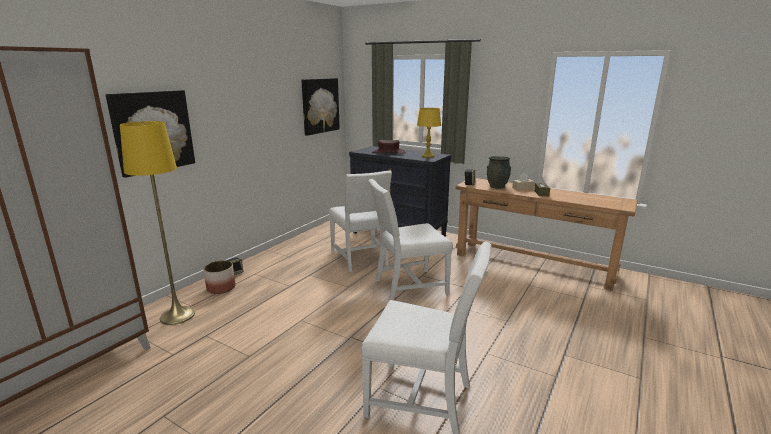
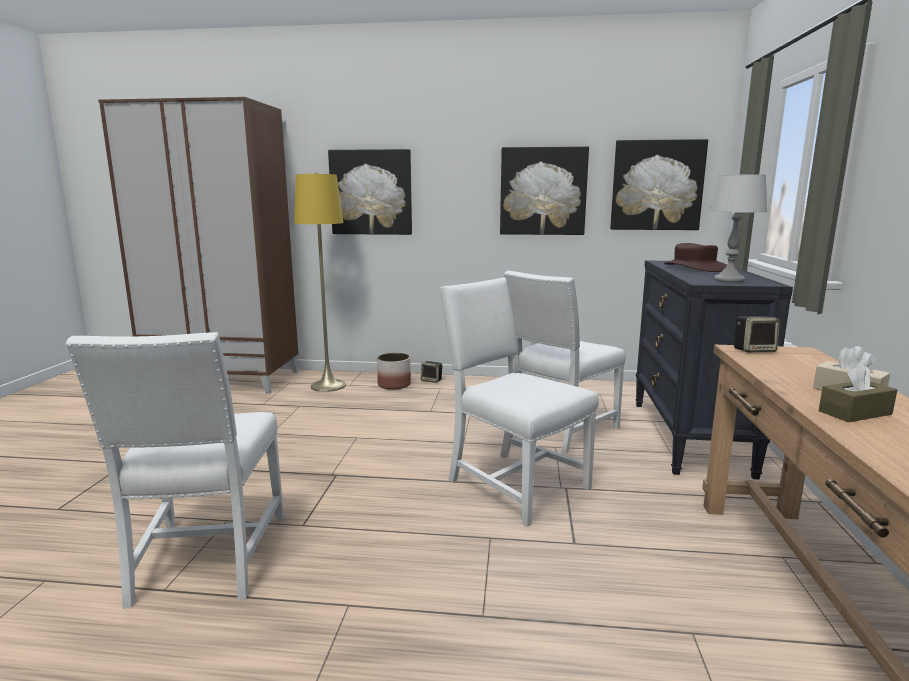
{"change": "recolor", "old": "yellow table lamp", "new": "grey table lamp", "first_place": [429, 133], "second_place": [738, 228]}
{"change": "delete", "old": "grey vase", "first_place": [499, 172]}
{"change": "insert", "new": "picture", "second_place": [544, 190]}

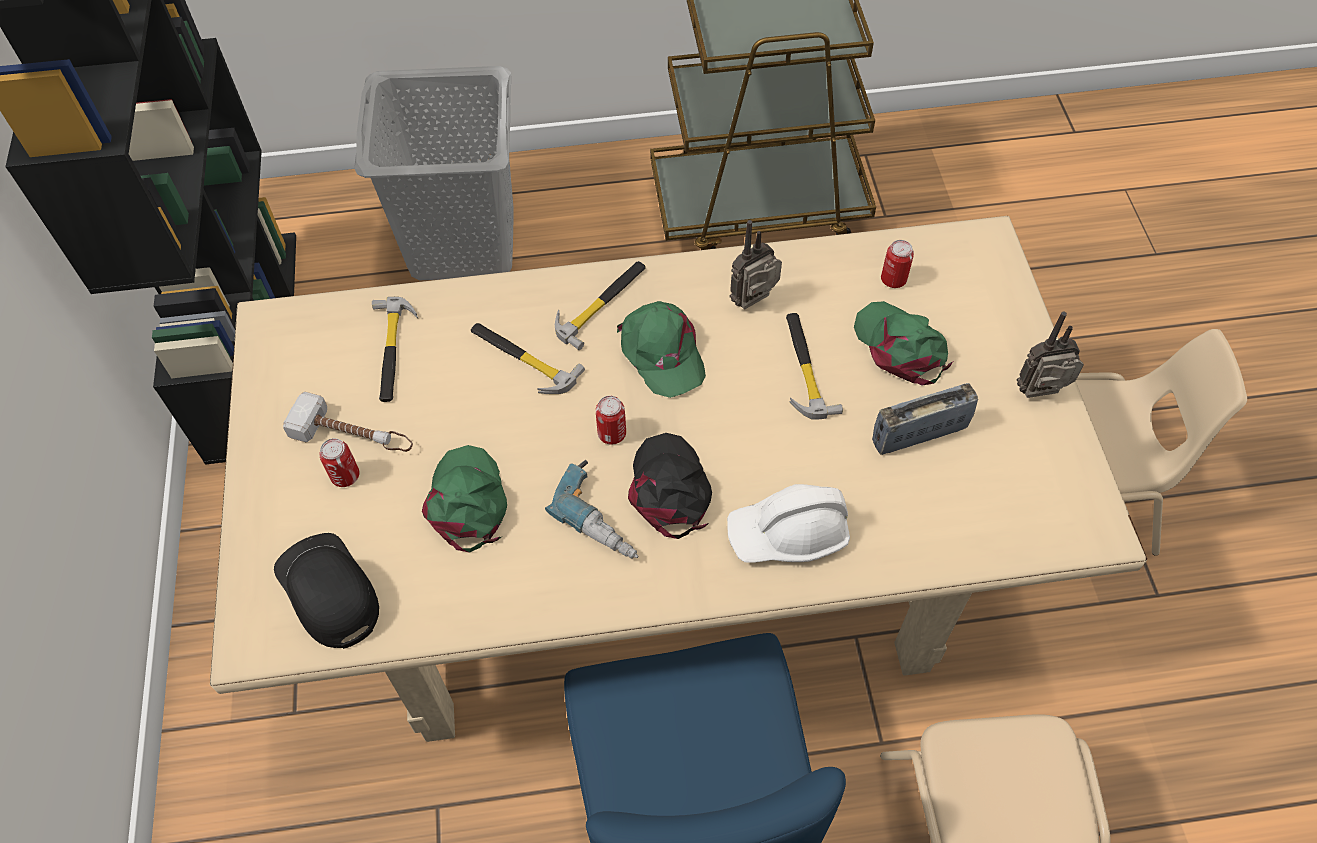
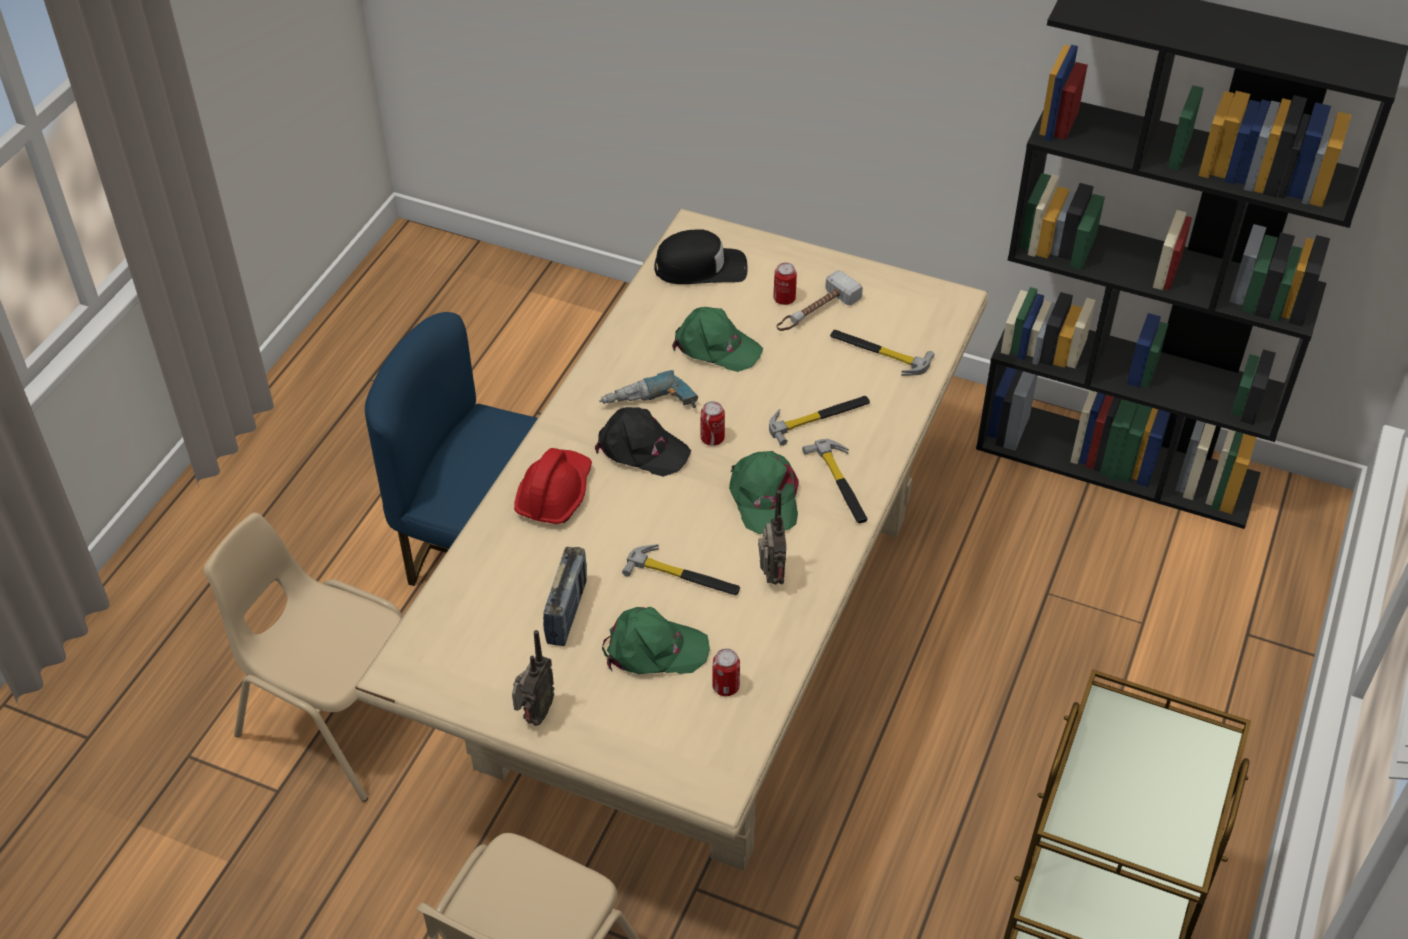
{"change": "delete", "old": "grey laundry basket", "first_place": [434, 173]}
{"change": "rotate", "old": "green cap", "first_place": [661, 349], "second_place": [763, 492], "degrees": -105}
{"change": "recolor", "old": "white hard hat", "new": "red hard hat", "first_place": [788, 523], "second_place": [553, 486]}

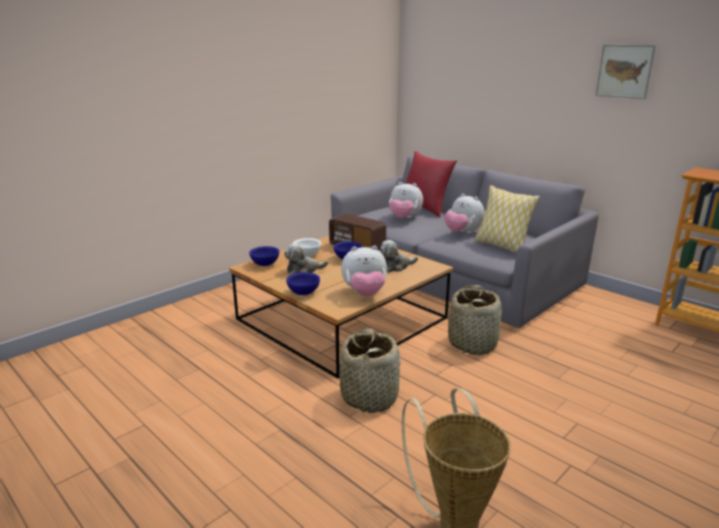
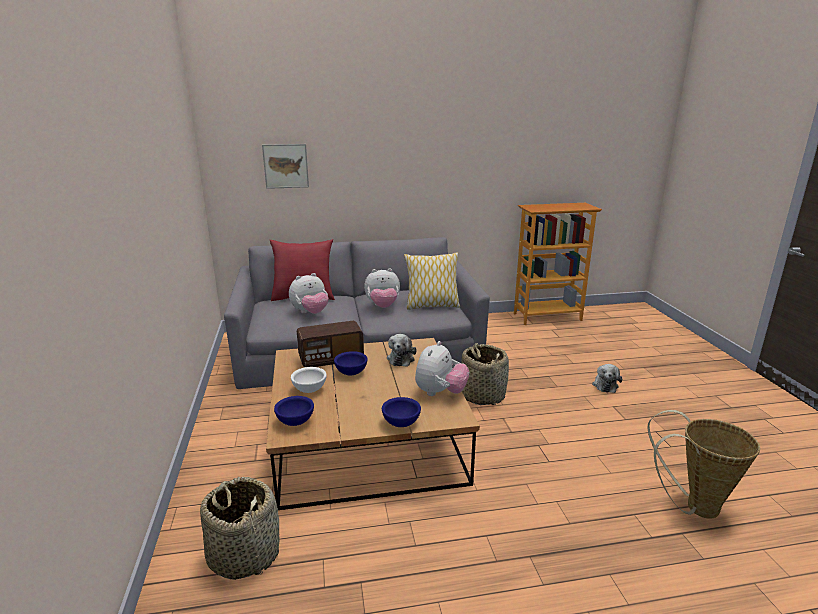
{"change": "move", "old": "picture", "first_place": [625, 72], "second_place": [285, 166]}
{"change": "move", "old": "plush toy", "first_place": [306, 259], "second_place": [607, 378]}
{"change": "move", "old": "basket", "first_place": [369, 371], "second_place": [239, 528]}

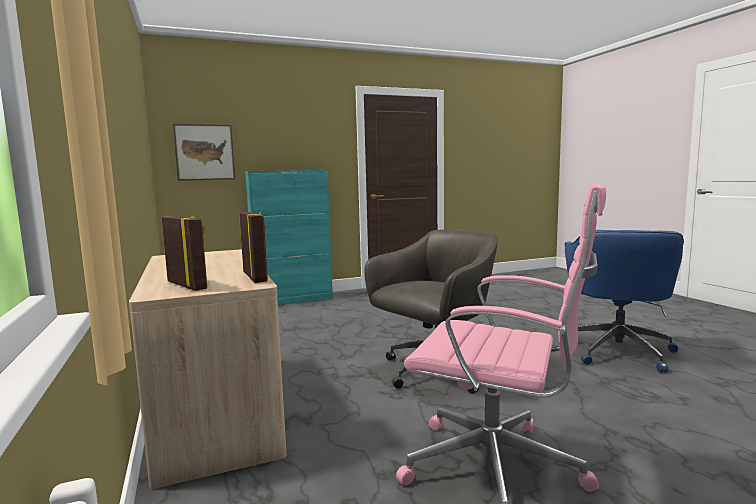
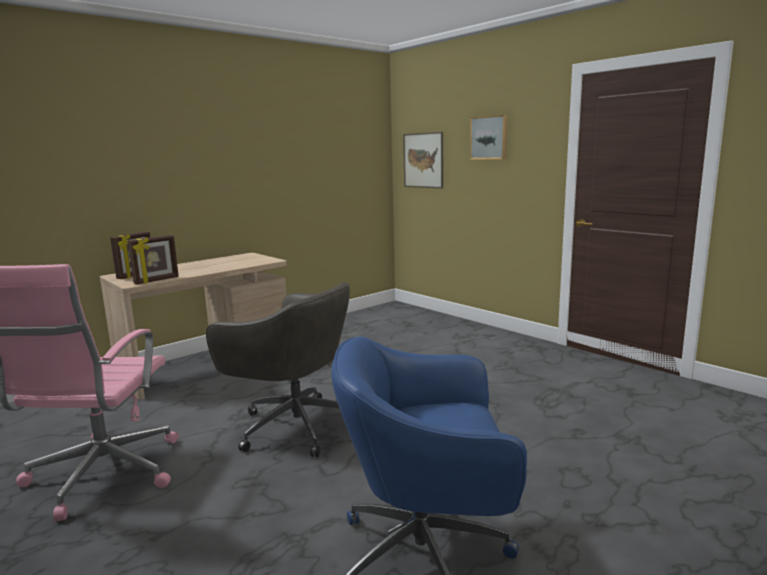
{"change": "delete", "old": "turquoise cabinet", "first_place": [289, 237]}
{"change": "insert", "new": "picture", "second_place": [489, 137]}

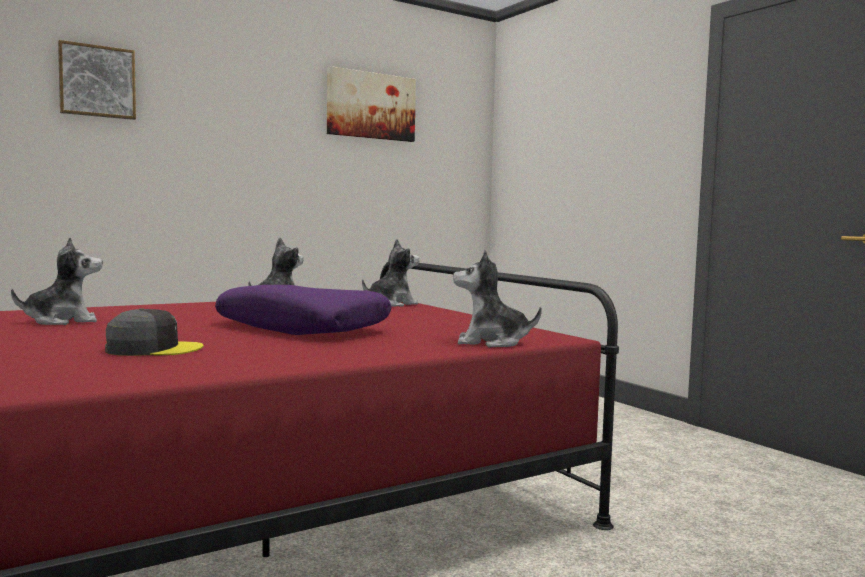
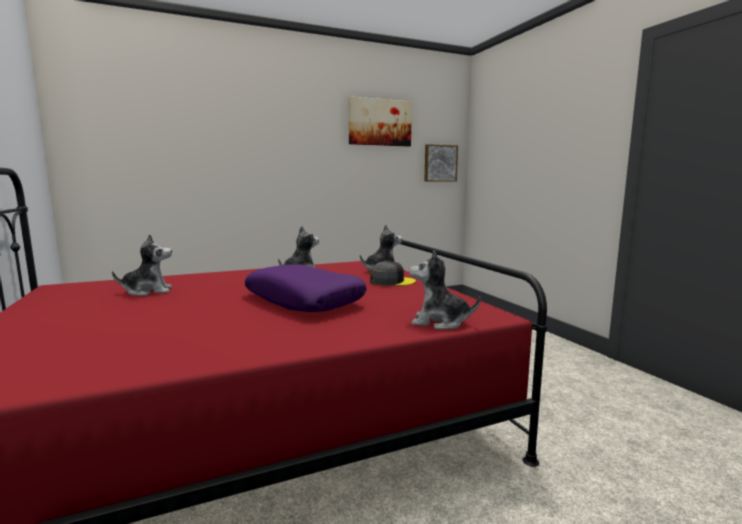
{"change": "move", "old": "picture", "first_place": [97, 80], "second_place": [441, 163]}
{"change": "move", "old": "grey cap", "first_place": [154, 332], "second_place": [393, 273]}

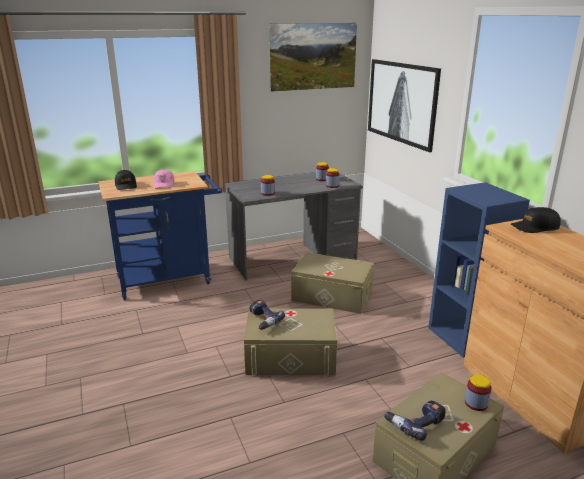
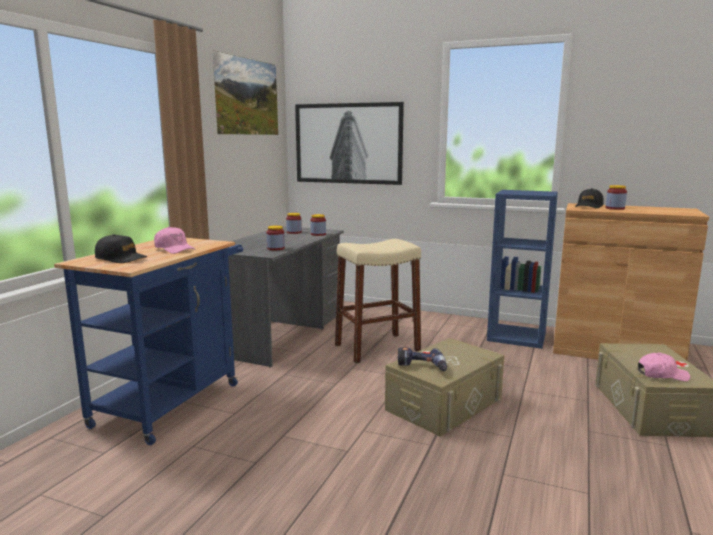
{"change": "replace", "old": "beige storage box", "new": "beige stool", "first_place": [332, 283], "second_place": [378, 301]}
{"change": "move", "old": "jar", "first_place": [478, 392], "second_place": [616, 197]}
{"change": "replace", "old": "power drill", "new": "pink cap", "first_place": [415, 421], "second_place": [664, 366]}

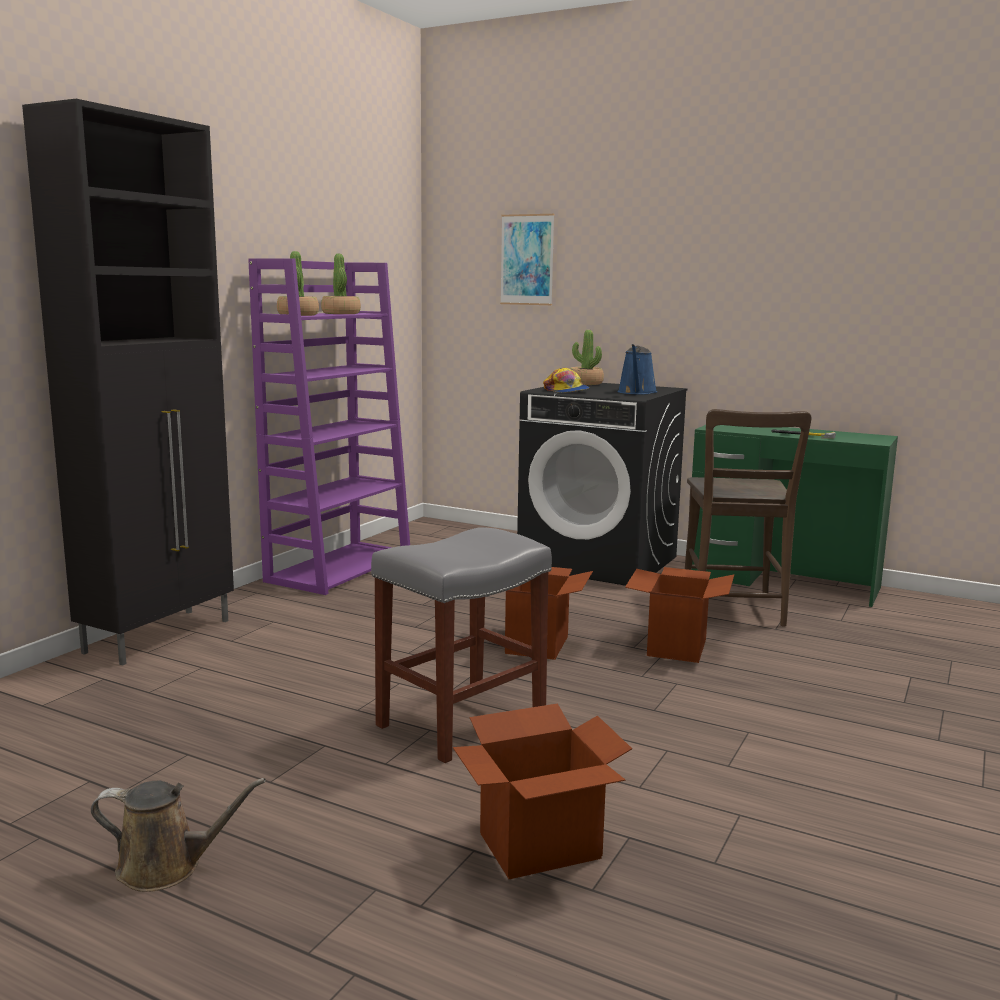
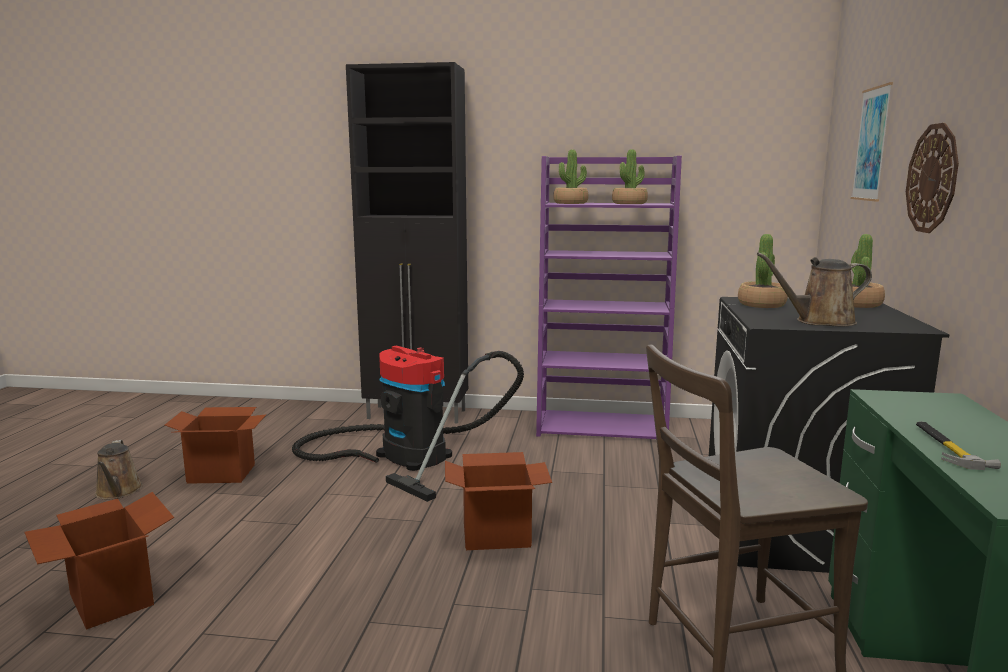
{"change": "recolor", "old": "blue watering can", "new": "brown watering can", "first_place": [637, 369], "second_place": [814, 289]}
{"change": "replace", "old": "cap", "new": "potted plant", "first_place": [566, 380], "second_place": [763, 271]}
{"change": "delete", "old": "grey stool", "first_place": [461, 645]}
{"change": "move", "old": "cardboard box", "first_place": [679, 615], "second_place": [215, 445]}
{"change": "insert", "new": "wall clock", "second_place": [932, 178]}
{"change": "insert", "new": "vacuum cleaner", "second_place": [408, 423]}

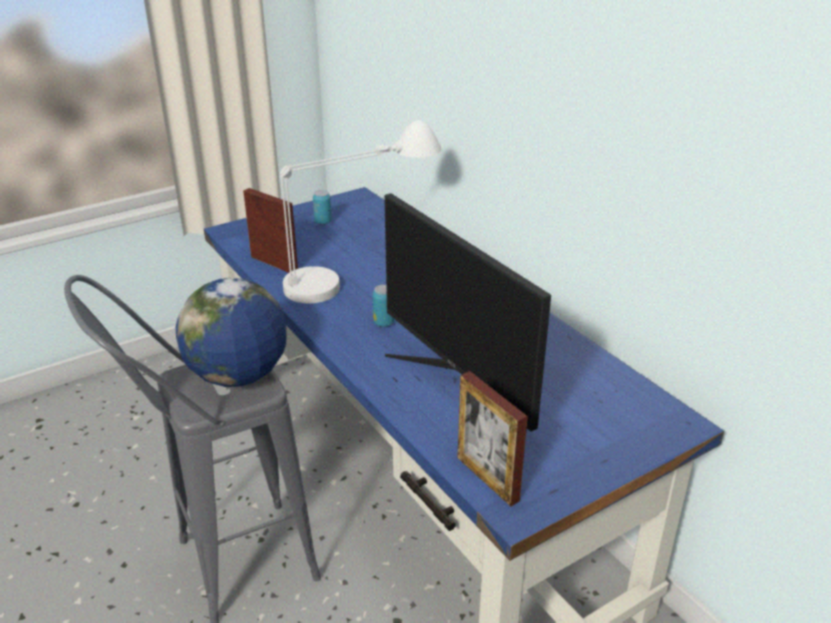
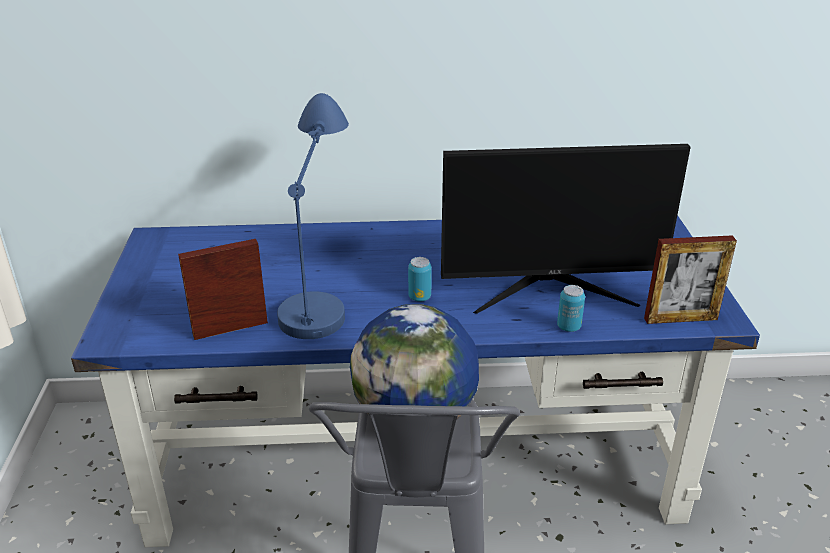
{"change": "recolor", "old": "white table lamp", "new": "blue table lamp", "first_place": [360, 211], "second_place": [313, 216]}
{"change": "move", "old": "can", "first_place": [322, 207], "second_place": [571, 308]}

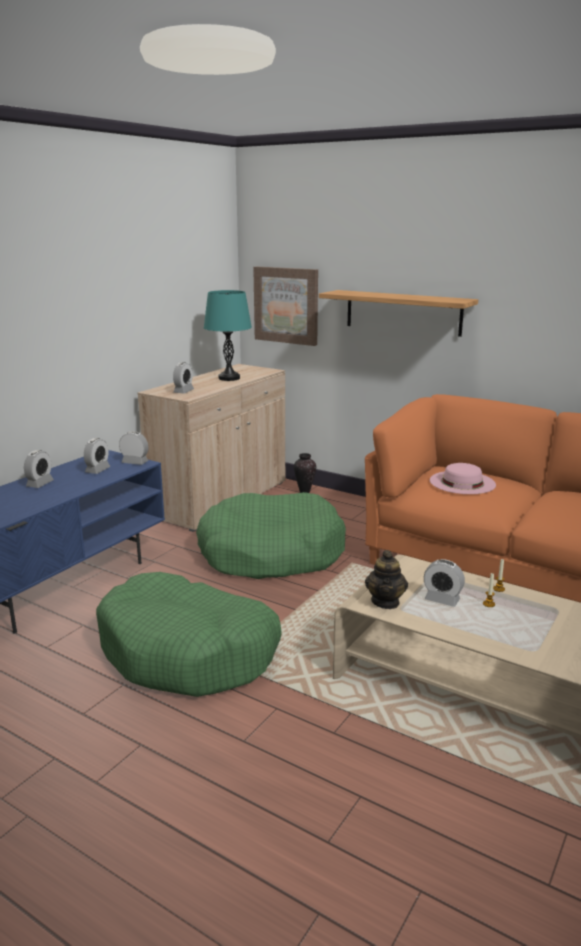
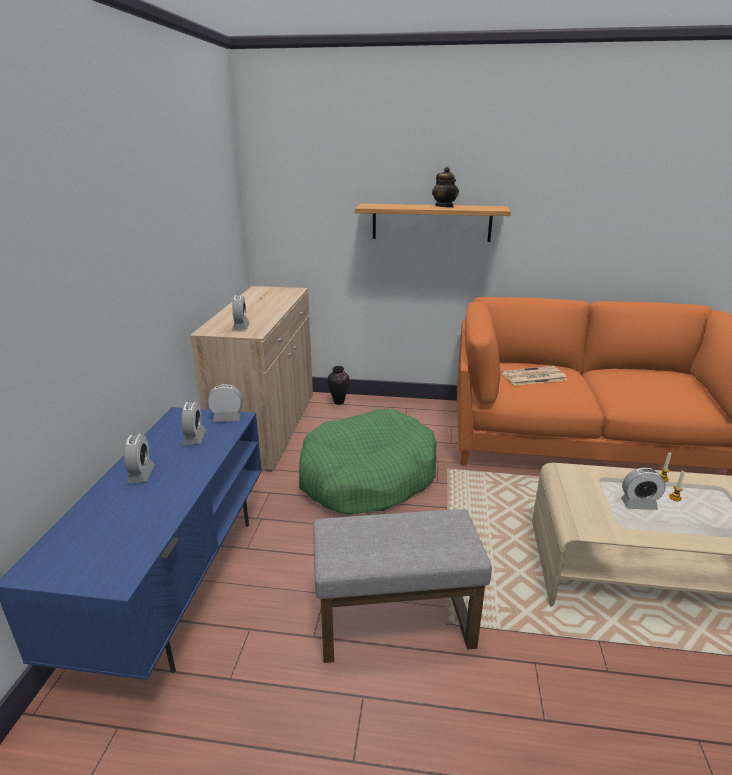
{"change": "delete", "old": "picture", "first_place": [285, 306]}
{"change": "delete", "old": "turquoise table lamp", "first_place": [228, 335]}
{"change": "replace", "old": "pink hat", "new": "newspaper", "first_place": [463, 478], "second_place": [534, 376]}
{"change": "move", "old": "teapot", "first_place": [386, 579], "second_place": [445, 187]}
{"change": "replace", "old": "green dog bed", "new": "grey ottoman", "first_place": [189, 634], "second_place": [402, 586]}

